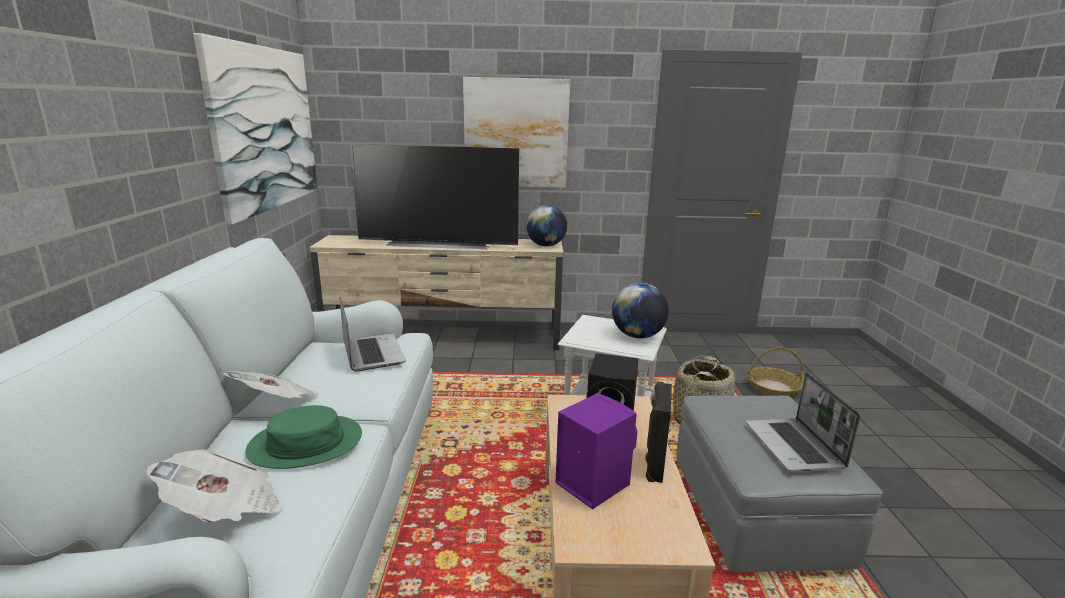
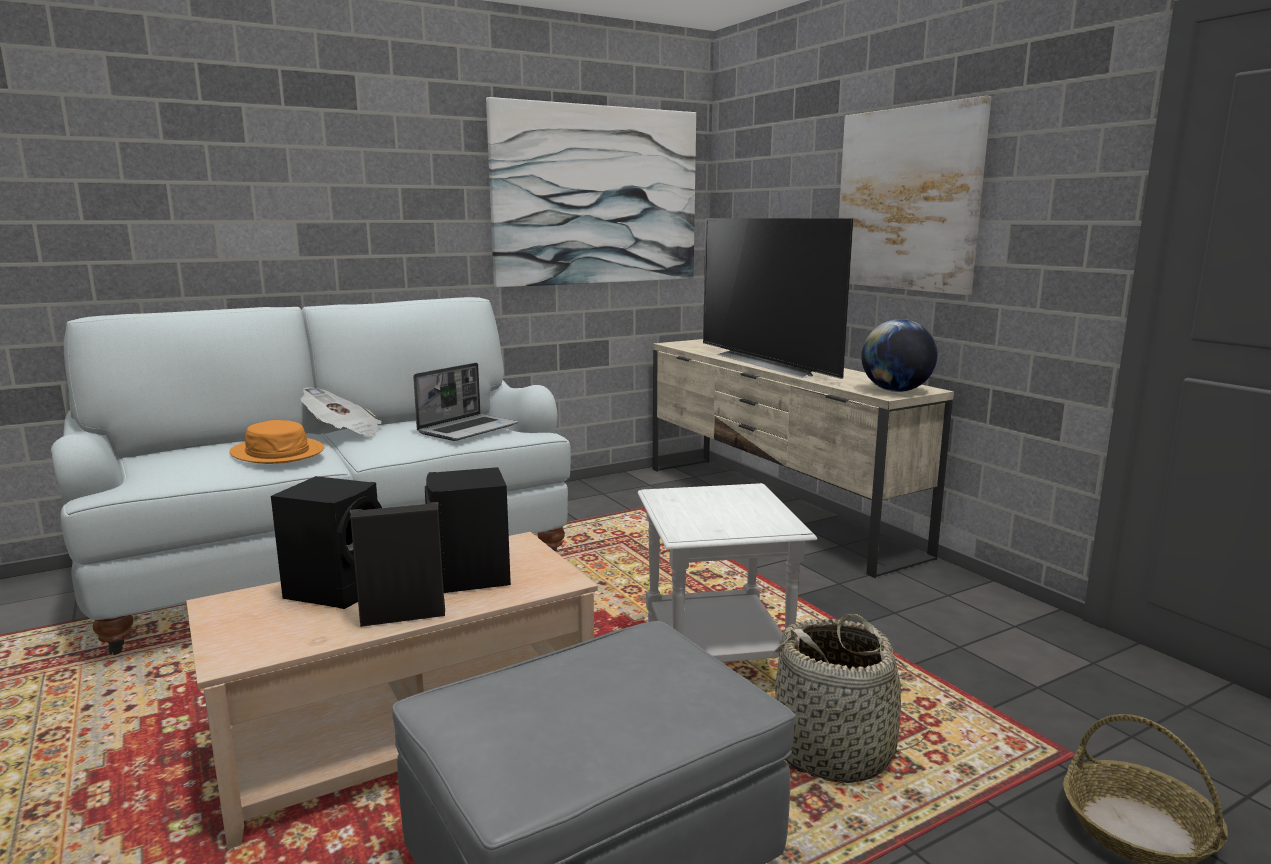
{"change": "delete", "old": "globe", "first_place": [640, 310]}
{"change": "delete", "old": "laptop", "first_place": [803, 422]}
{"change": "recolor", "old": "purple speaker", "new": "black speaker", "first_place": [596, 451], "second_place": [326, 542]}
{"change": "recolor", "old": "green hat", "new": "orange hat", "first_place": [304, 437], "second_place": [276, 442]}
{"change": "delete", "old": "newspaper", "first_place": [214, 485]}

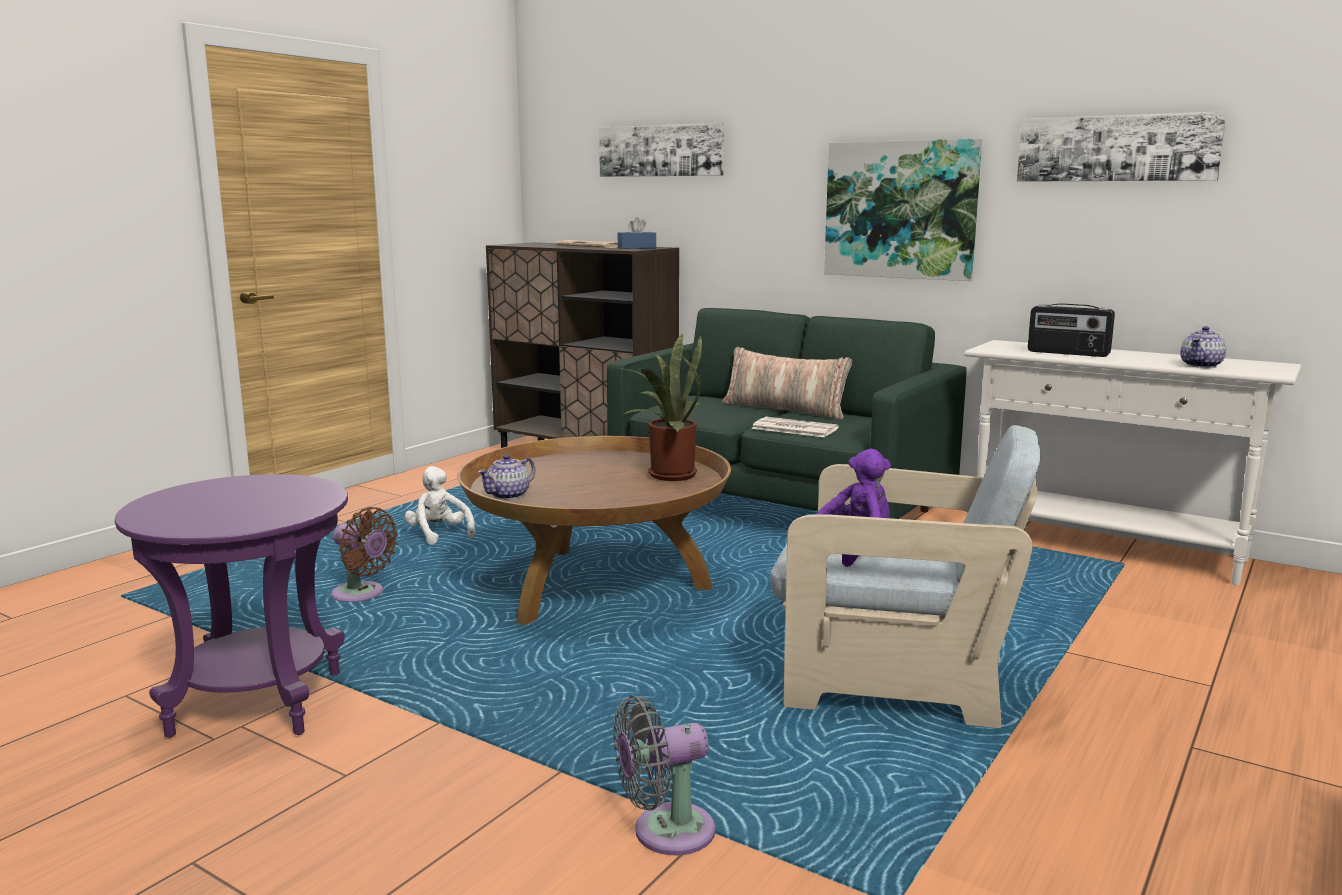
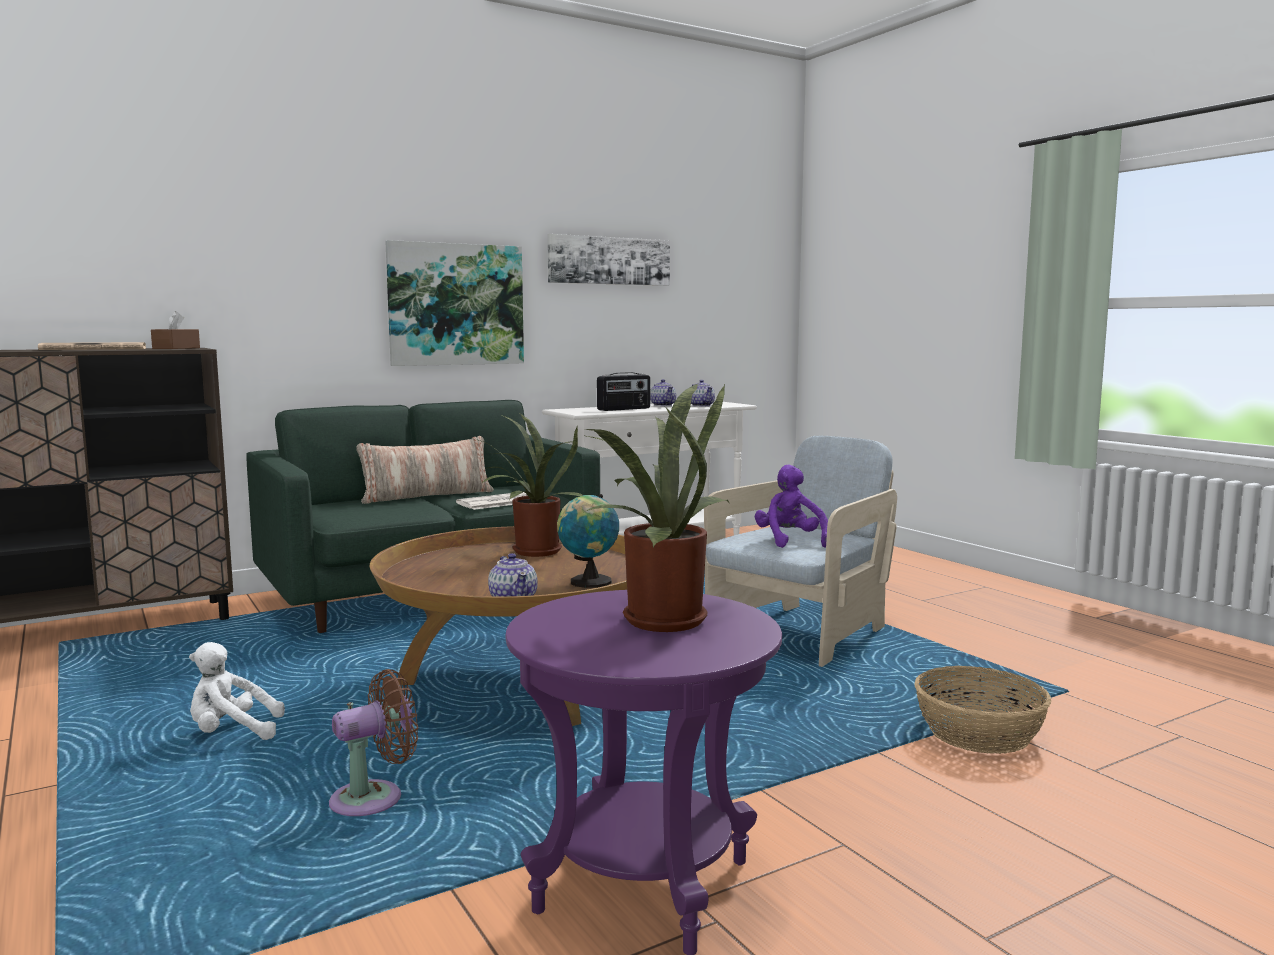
{"change": "delete", "old": "picture", "first_place": [661, 150]}
{"change": "recolor", "old": "blue tissue box", "new": "brown tissue box", "first_place": [637, 233], "second_place": [175, 330]}
{"change": "replace", "old": "grey fan", "new": "basket", "first_place": [664, 775], "second_place": [982, 710]}
{"change": "insert", "new": "teapot", "second_place": [663, 392]}
{"change": "insert", "new": "potted plant", "second_place": [656, 507]}
{"change": "insert", "new": "globe", "second_place": [588, 541]}

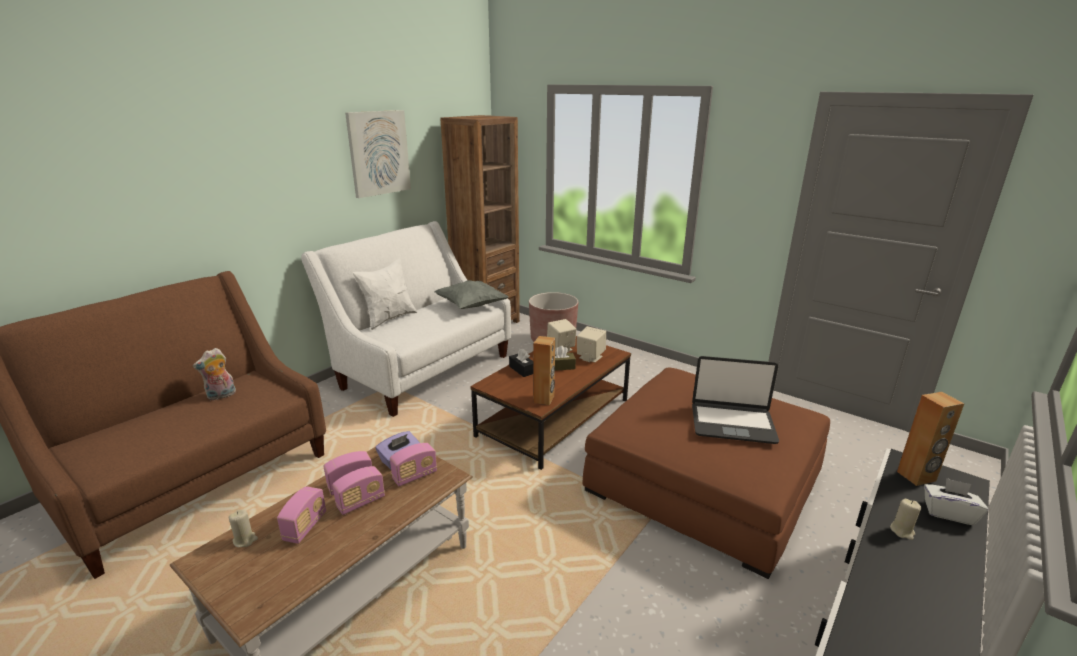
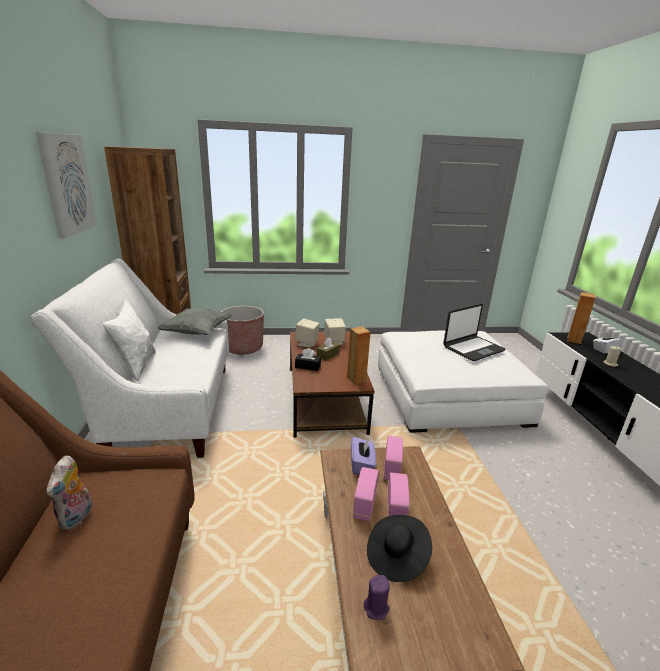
{"change": "recolor", "old": "brown ottoman", "new": "white ottoman", "first_place": [706, 473], "second_place": [463, 382]}
{"change": "replace", "old": "radio", "new": "black hat", "first_place": [301, 515], "second_place": [399, 548]}
{"change": "recolor", "old": "beige candle", "new": "purple candle", "first_place": [243, 529], "second_place": [377, 597]}

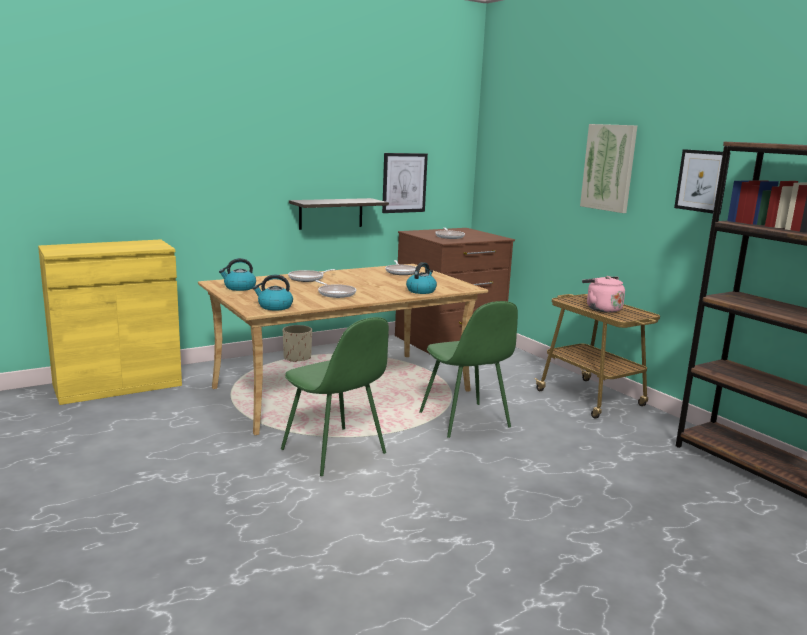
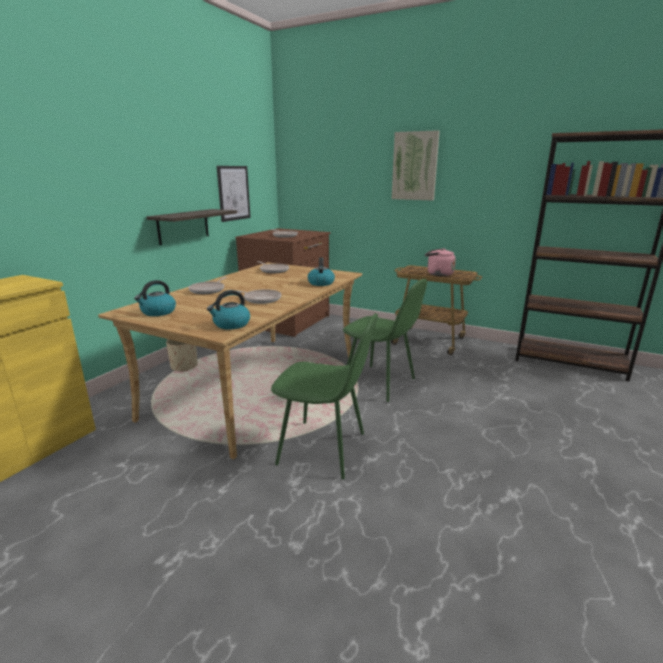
{"change": "delete", "old": "picture", "first_place": [702, 181]}

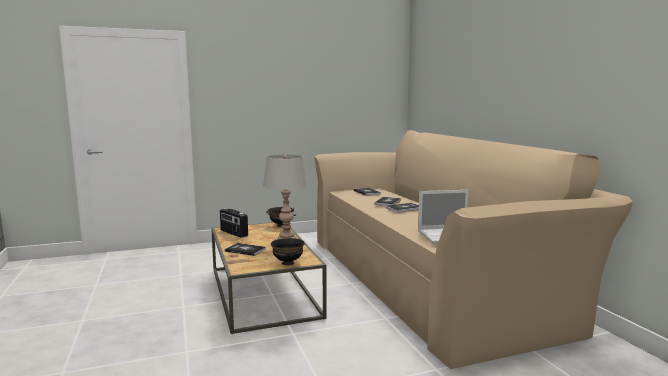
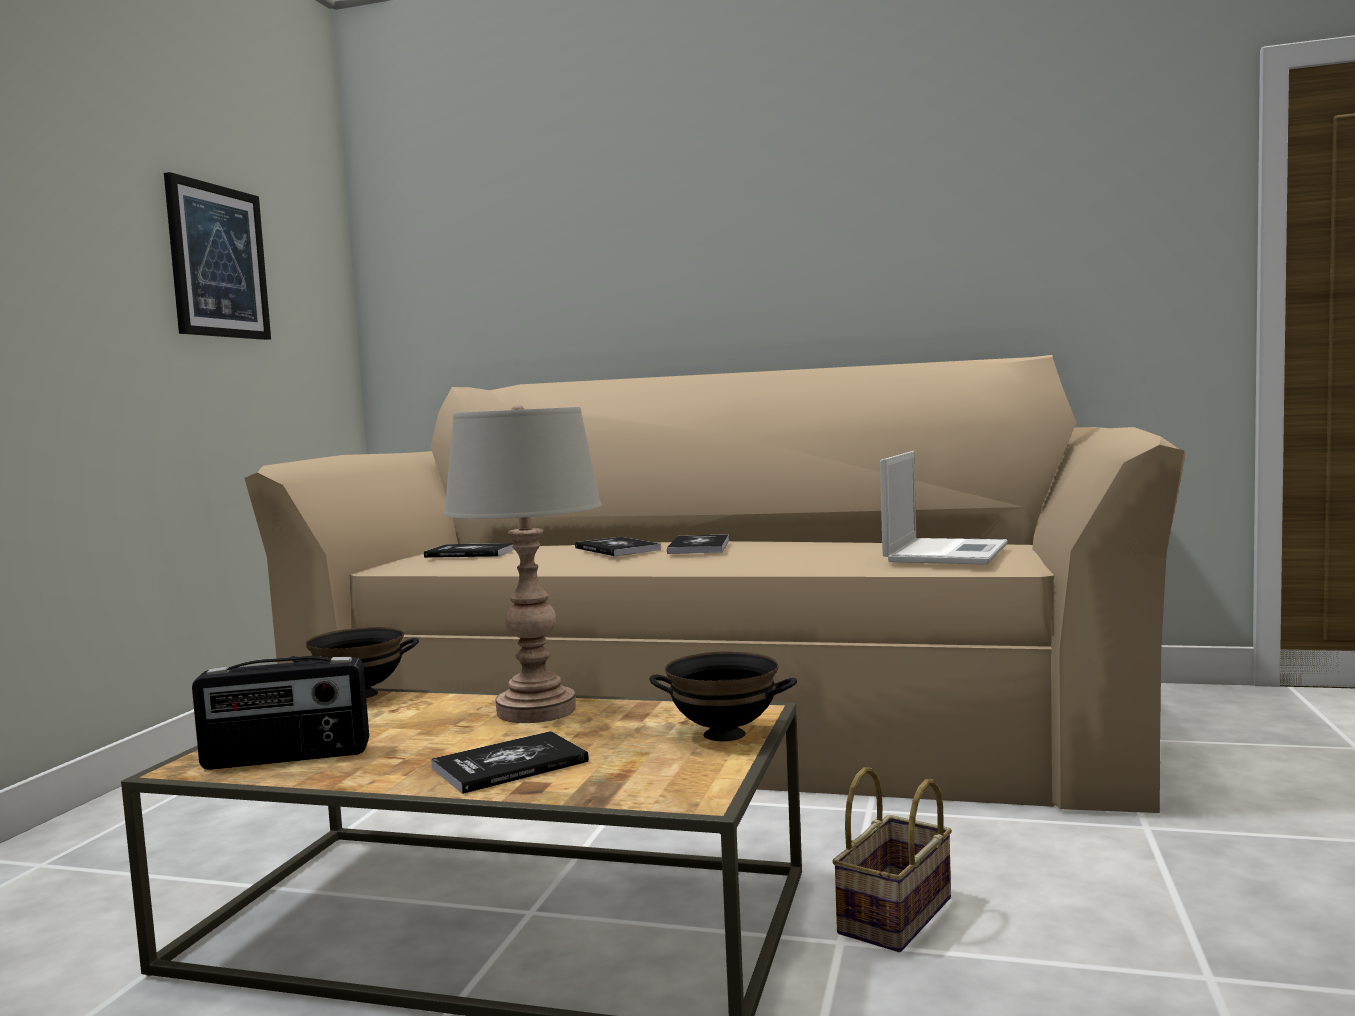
{"change": "insert", "new": "picture", "second_place": [217, 256]}
{"change": "insert", "new": "basket", "second_place": [892, 859]}

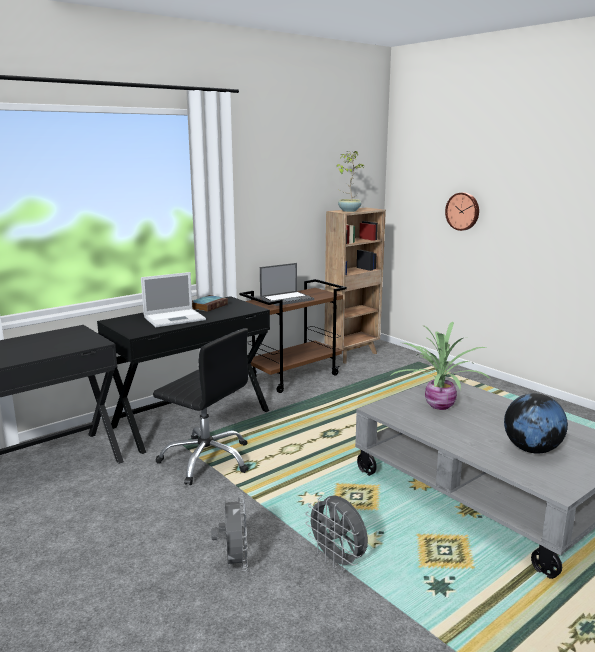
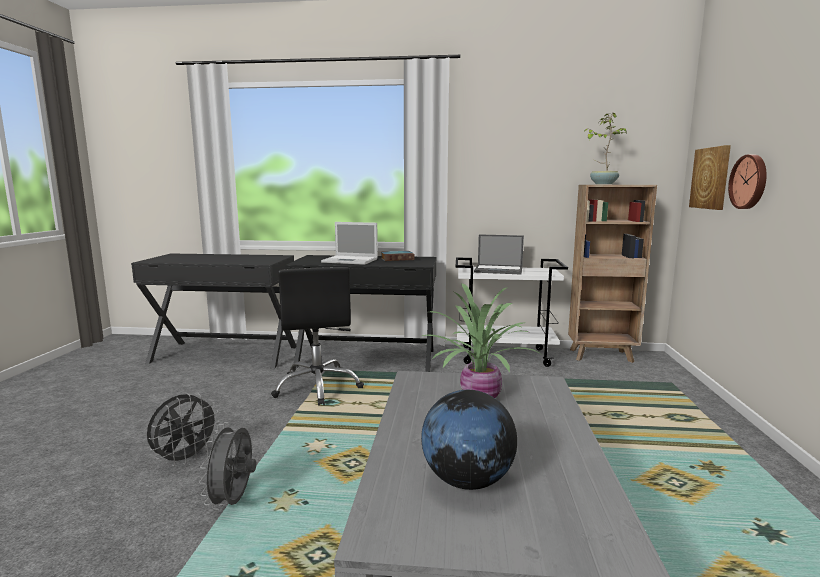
{"change": "recolor", "old": "brown cart", "new": "white cart", "first_place": [293, 336], "second_place": [512, 312]}
{"change": "insert", "new": "picture", "second_place": [710, 177]}

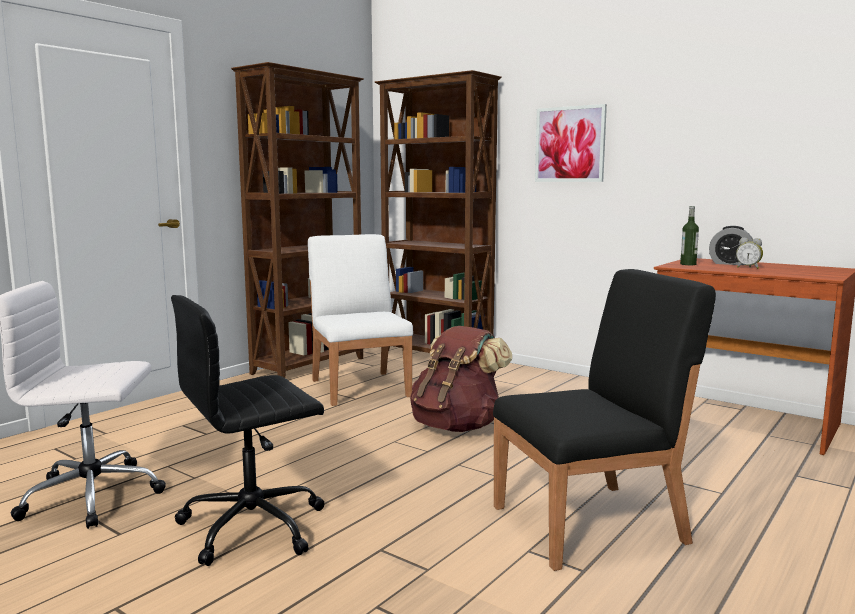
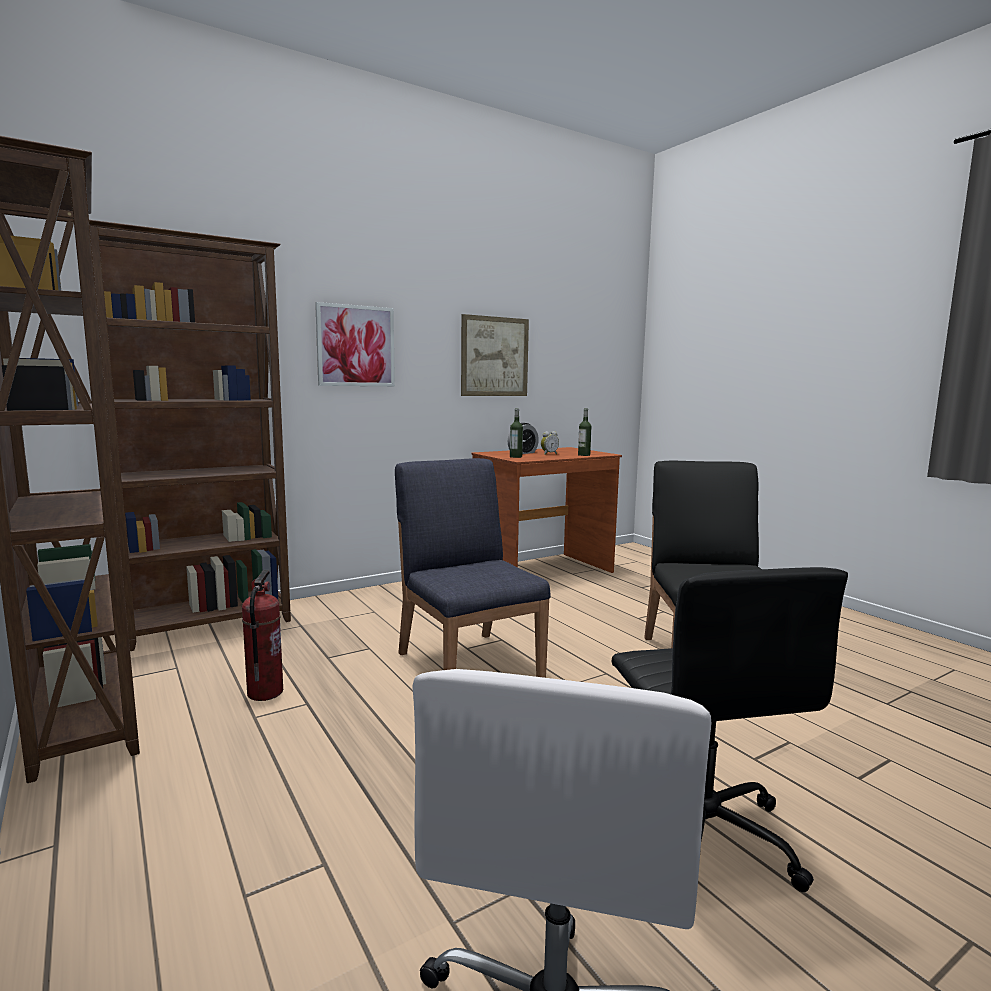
{"change": "replace", "old": "white chair", "new": "fire extinguisher", "first_place": [360, 320], "second_place": [262, 635]}
{"change": "replace", "old": "brown backpack", "new": "blue chair", "first_place": [461, 379], "second_place": [473, 568]}
{"change": "insert", "new": "picture", "second_place": [495, 355]}
{"change": "insert", "new": "bottle", "second_place": [584, 432]}

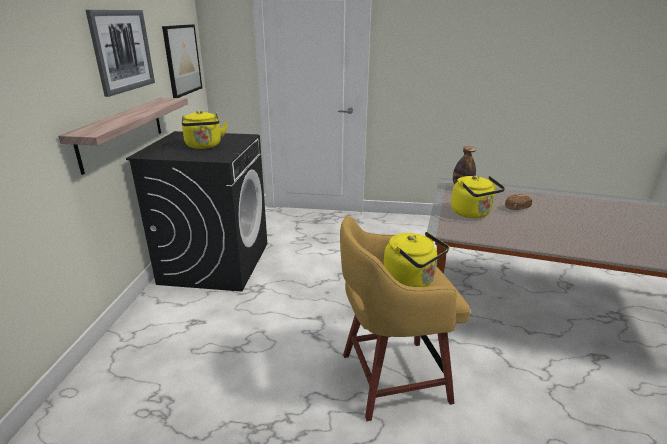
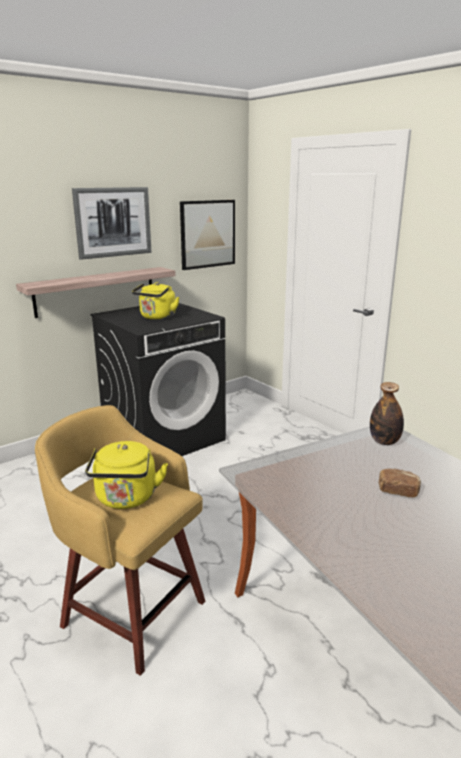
{"change": "delete", "old": "yellow kettle", "first_place": [478, 197]}

